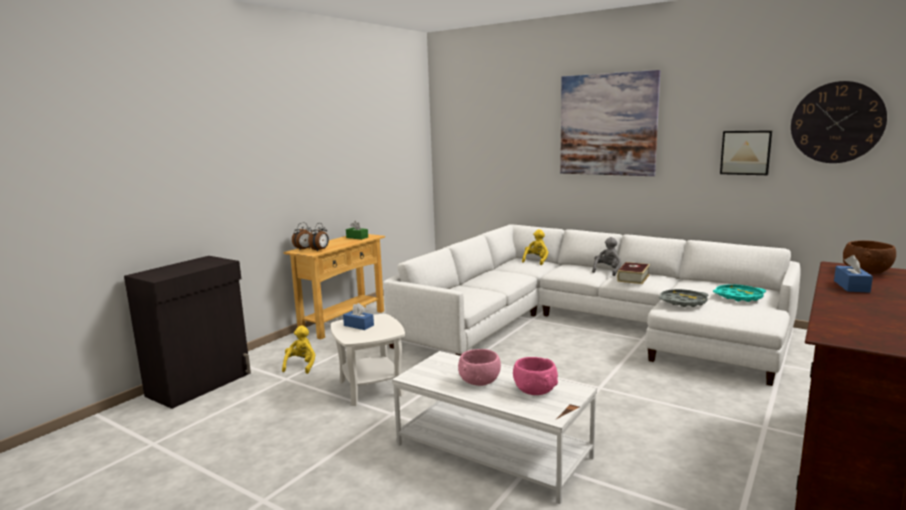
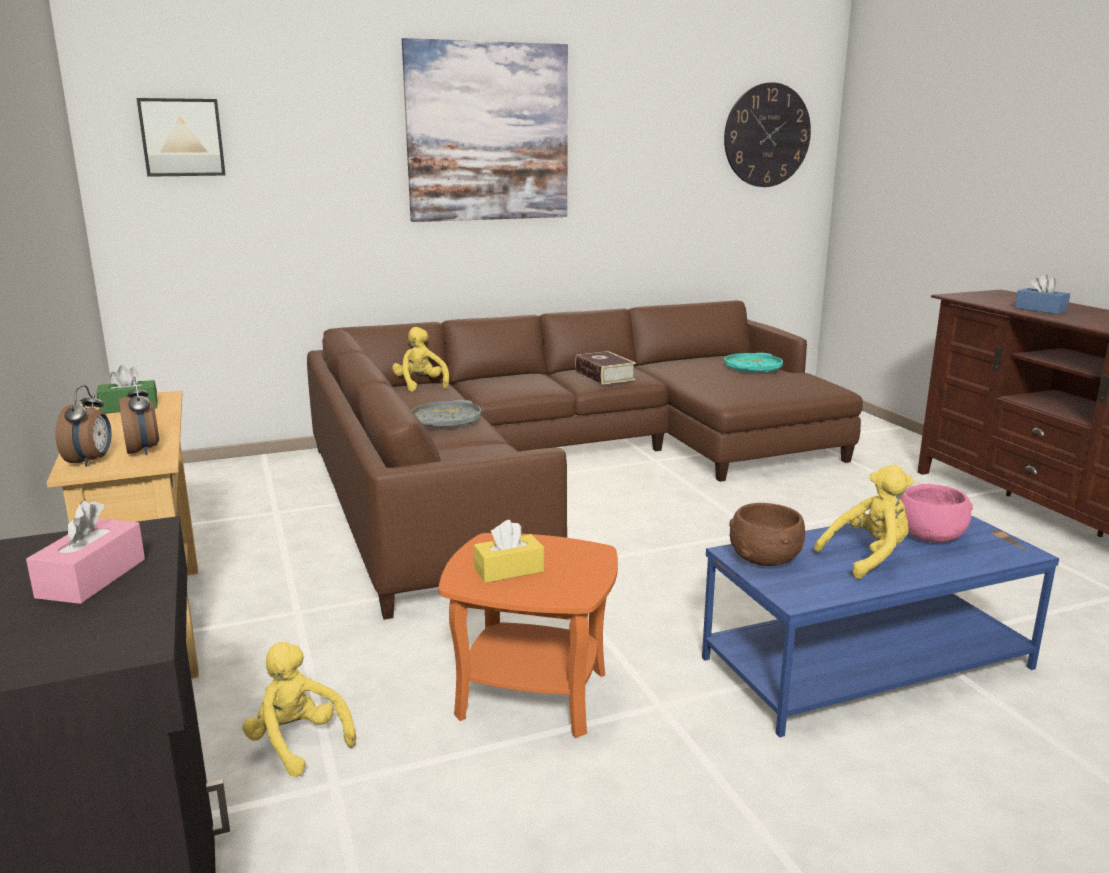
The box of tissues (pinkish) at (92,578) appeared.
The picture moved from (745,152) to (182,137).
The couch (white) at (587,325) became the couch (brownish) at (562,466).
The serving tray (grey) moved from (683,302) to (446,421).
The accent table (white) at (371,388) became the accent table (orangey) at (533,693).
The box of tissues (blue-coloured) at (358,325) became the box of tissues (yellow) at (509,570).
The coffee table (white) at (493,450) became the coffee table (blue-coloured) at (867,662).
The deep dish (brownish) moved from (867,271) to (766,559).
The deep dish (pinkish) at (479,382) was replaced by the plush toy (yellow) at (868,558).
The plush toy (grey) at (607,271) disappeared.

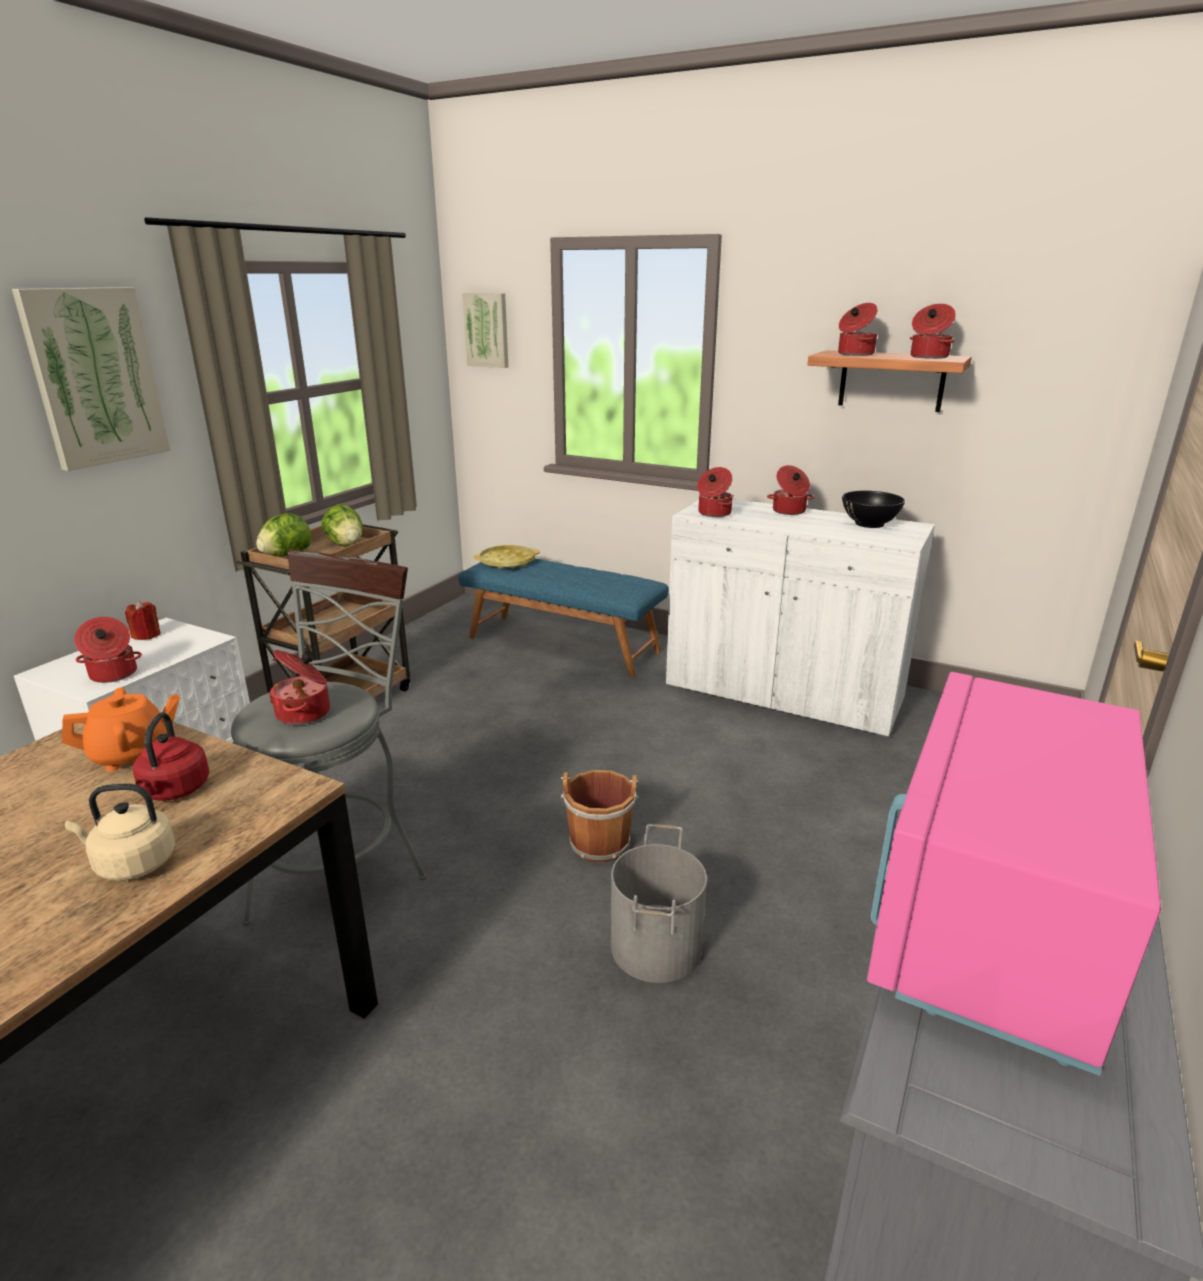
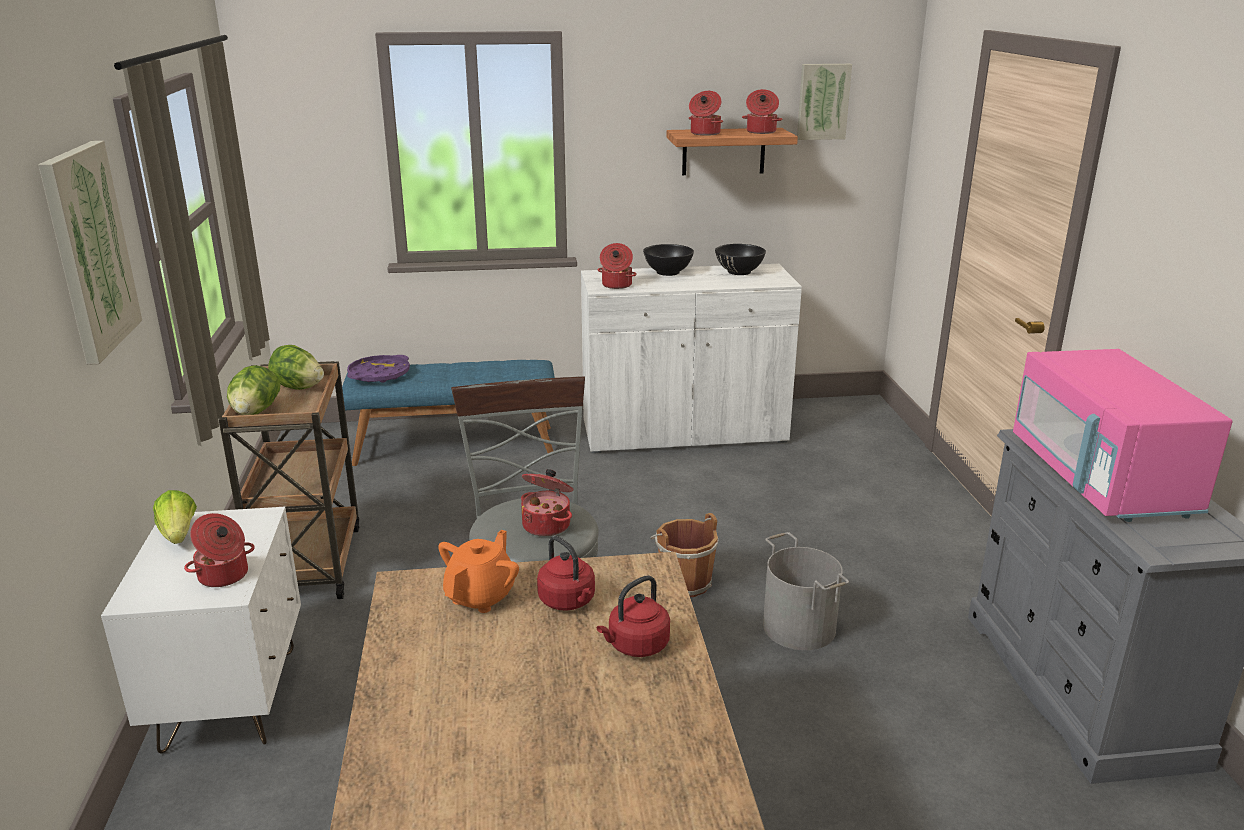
The wax light (red) at (146,635) was replaced by the lettuce head at (179,534).
The serving tray (yellow) at (507,562) became the serving tray (purplish) at (379,374).
The tea kettle (sand-coloured) at (132,864) became the tea kettle (red) at (636,646).
The cooking pot at (789,511) was replaced by the deep dish (black-coloured) at (668,272).
The picture moved from (487,330) to (822,101).

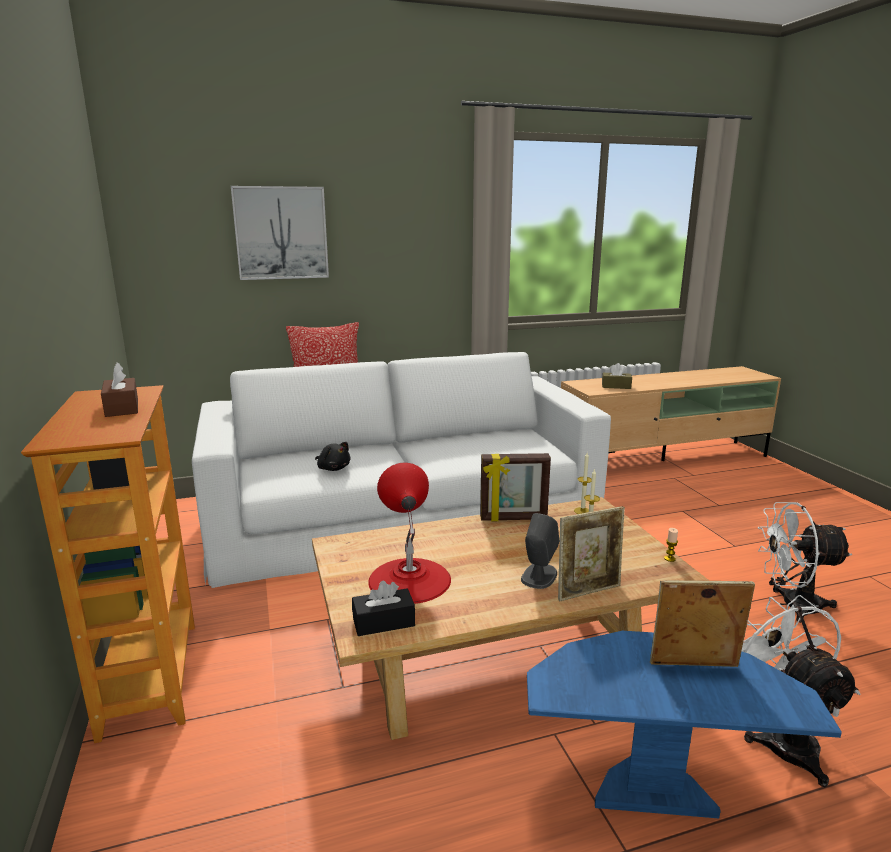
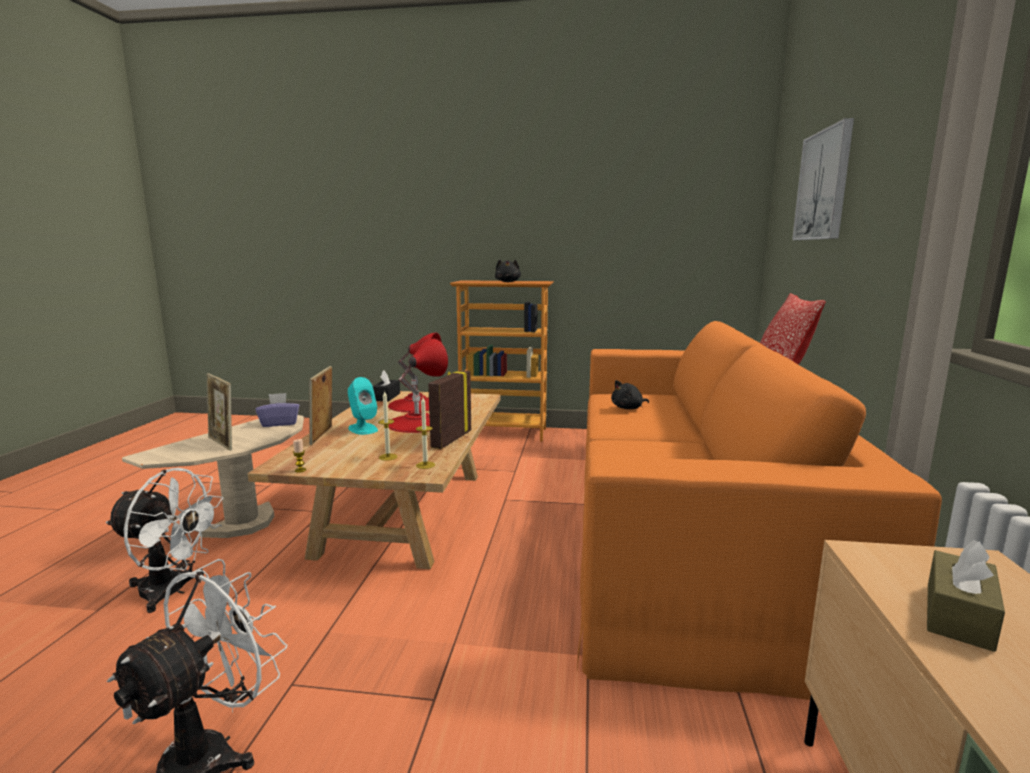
The accent table (blue-coloured) at (652,794) became the accent table (sand-coloured) at (244,524).
The standing frame at (693,667) turned 105 degrees clockwise.
The box of tissues (purplish) at (279,423) appeared.
The speaker (grey) at (539,576) became the speaker (turquoise-coloured) at (363,429).
The tabletop lamp (red) at (417,423) appeared.
The box of tissues (brownish) at (122,408) was replaced by the plush toy (black-coloured) at (508,282).
The couch (white) at (402,515) became the couch (orangey) at (683,524).

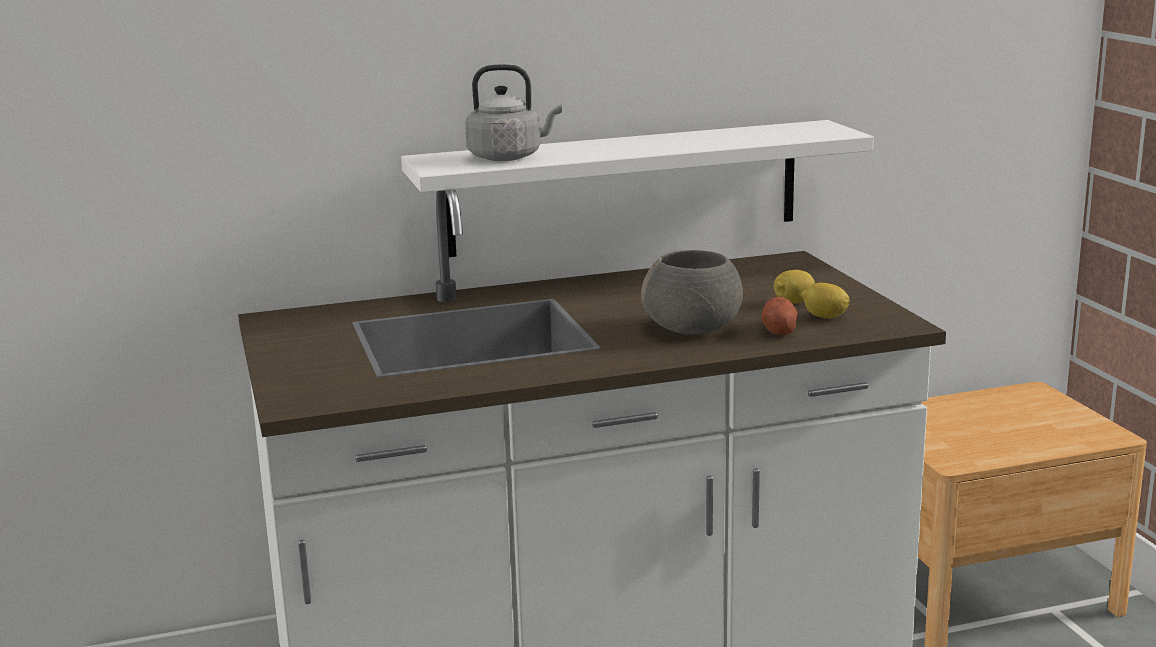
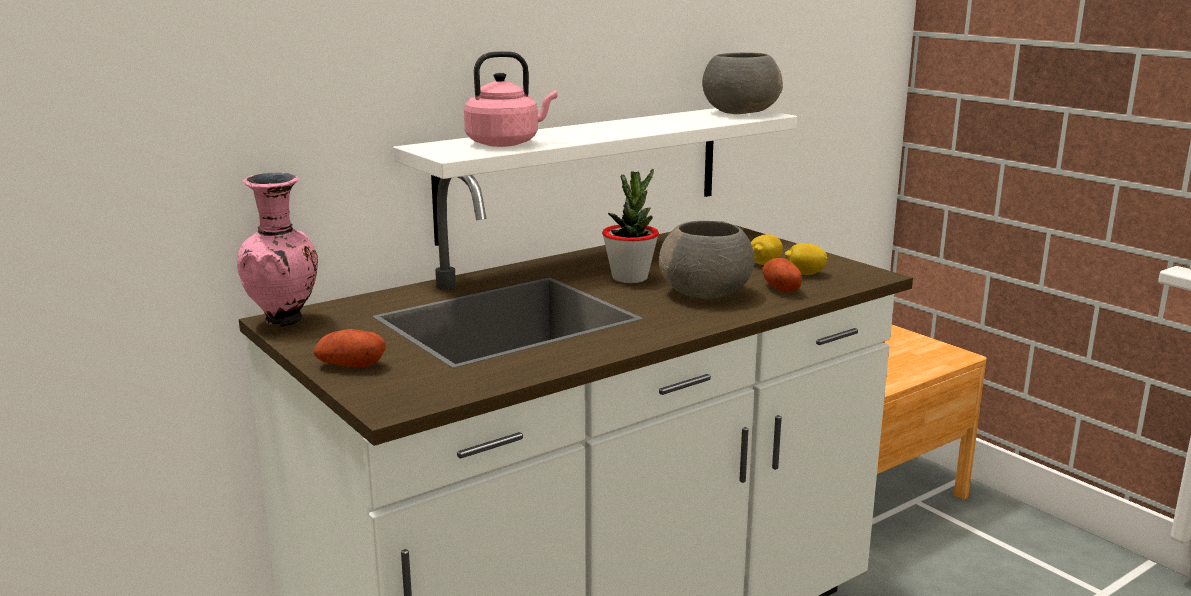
The decorative vase (pinkish) at (285,322) appeared.
The spud at (350,365) appeared.
The tea kettle (grey) at (509,157) became the tea kettle (pinkish) at (506,143).
The houseplant at (630,278) appeared.
The deep dish (grey) at (739,113) appeared.

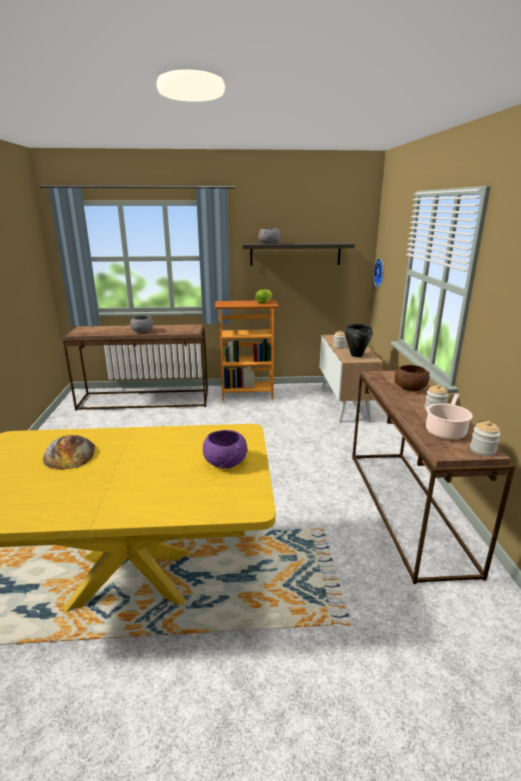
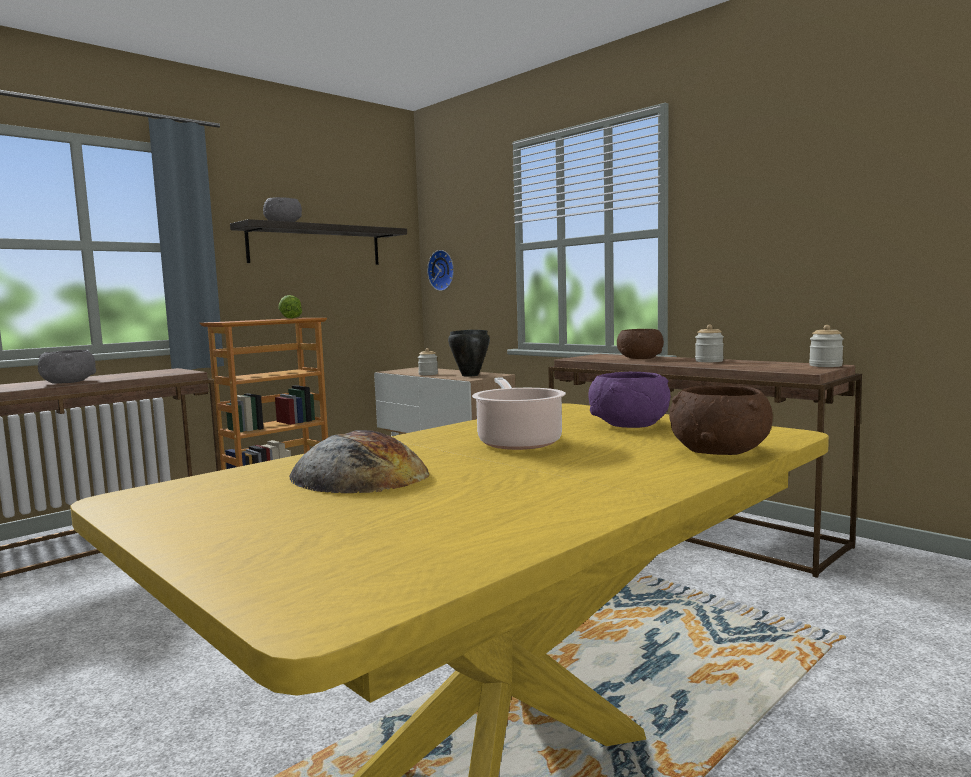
The cooking pot moved from (446,431) to (518,441).
The deep dish (brownish) at (719,450) appeared.

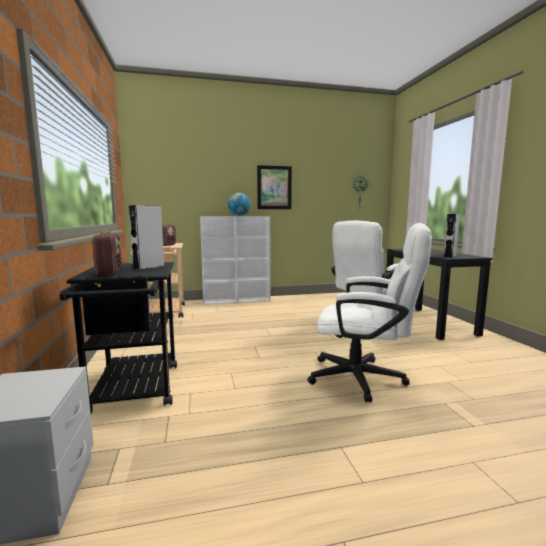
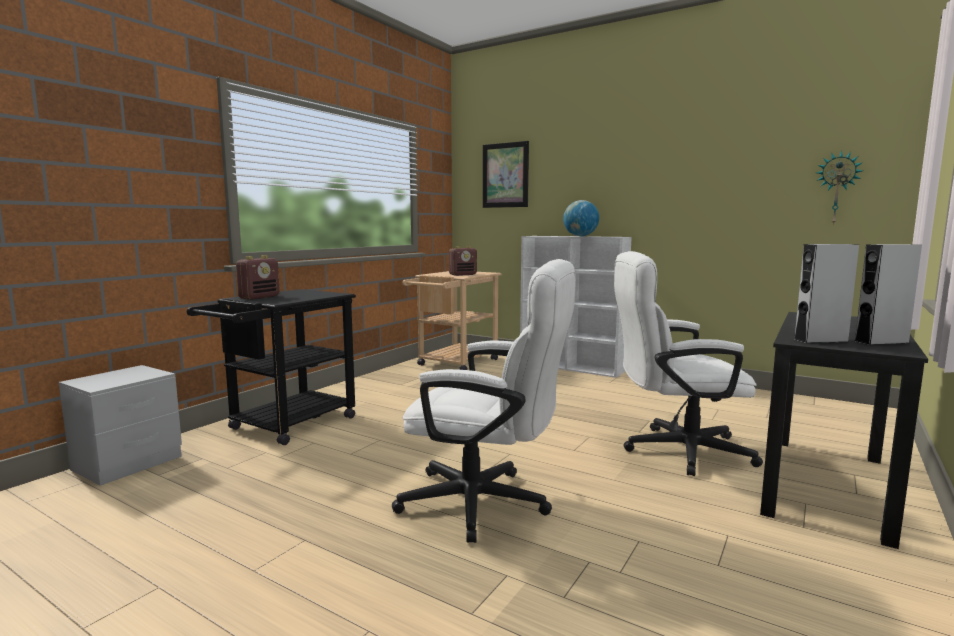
The computer chair (white) at (366,379) turned 45 degrees counterclockwise.
The picture moved from (274,187) to (505,175).
The speaker (grey) moved from (149,267) to (881,342).

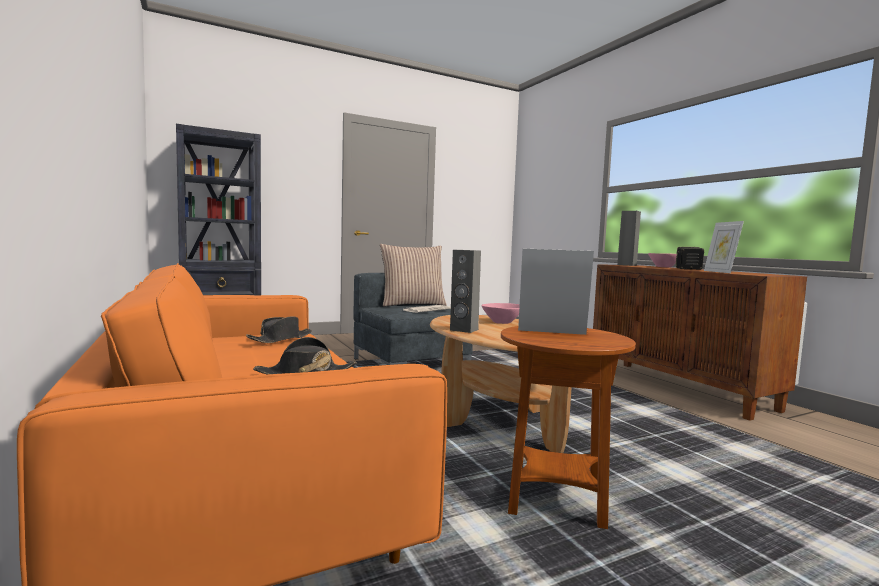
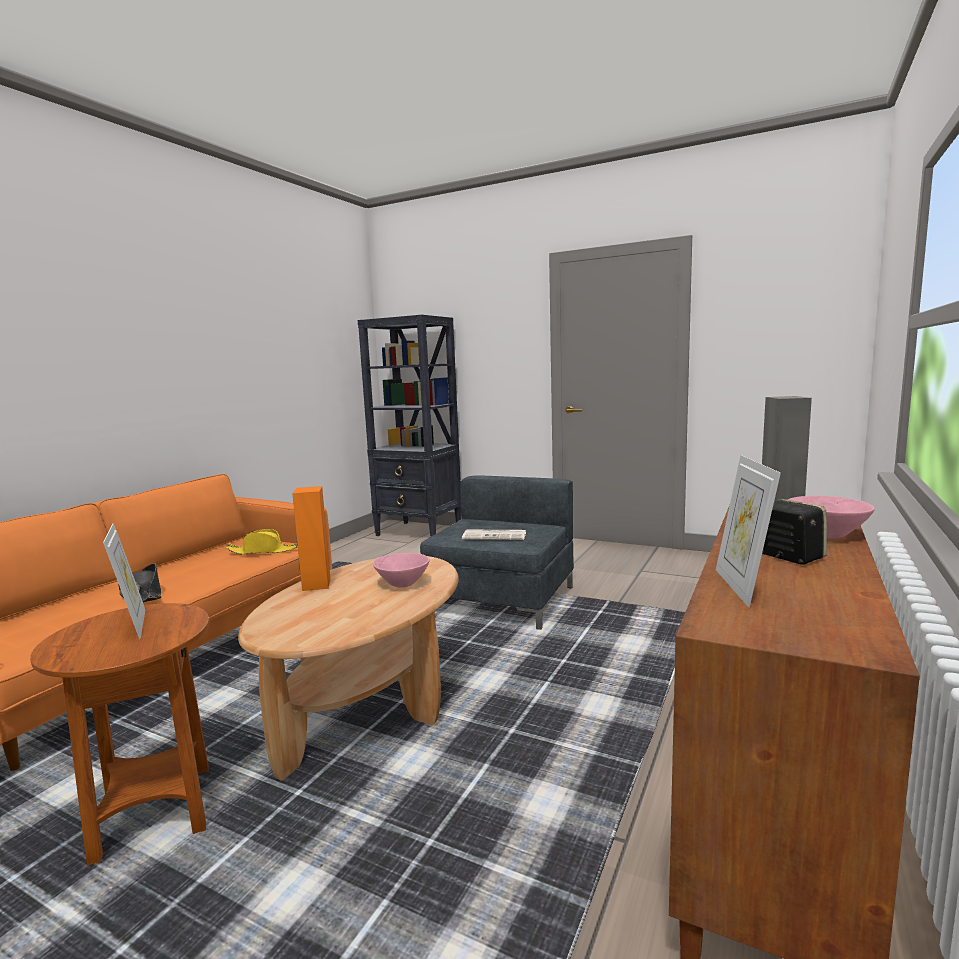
The wearable hat (black-coloured) at (281,339) became the wearable hat (yellow) at (263,551).
The speaker (grey) at (464,330) became the speaker (orangey) at (316,585).
The standing frame at (720,272) turned 45 degrees counterclockwise.
The throw pillow at (412,304) disappeared.

